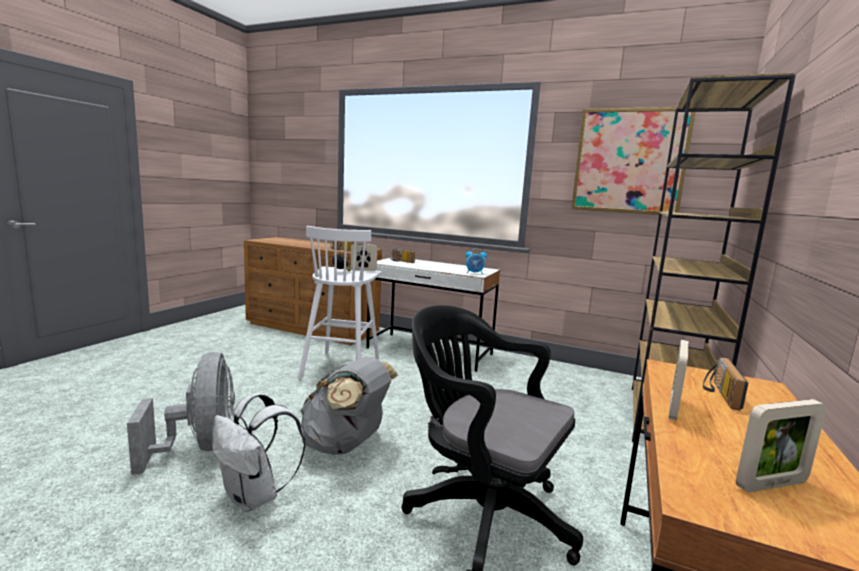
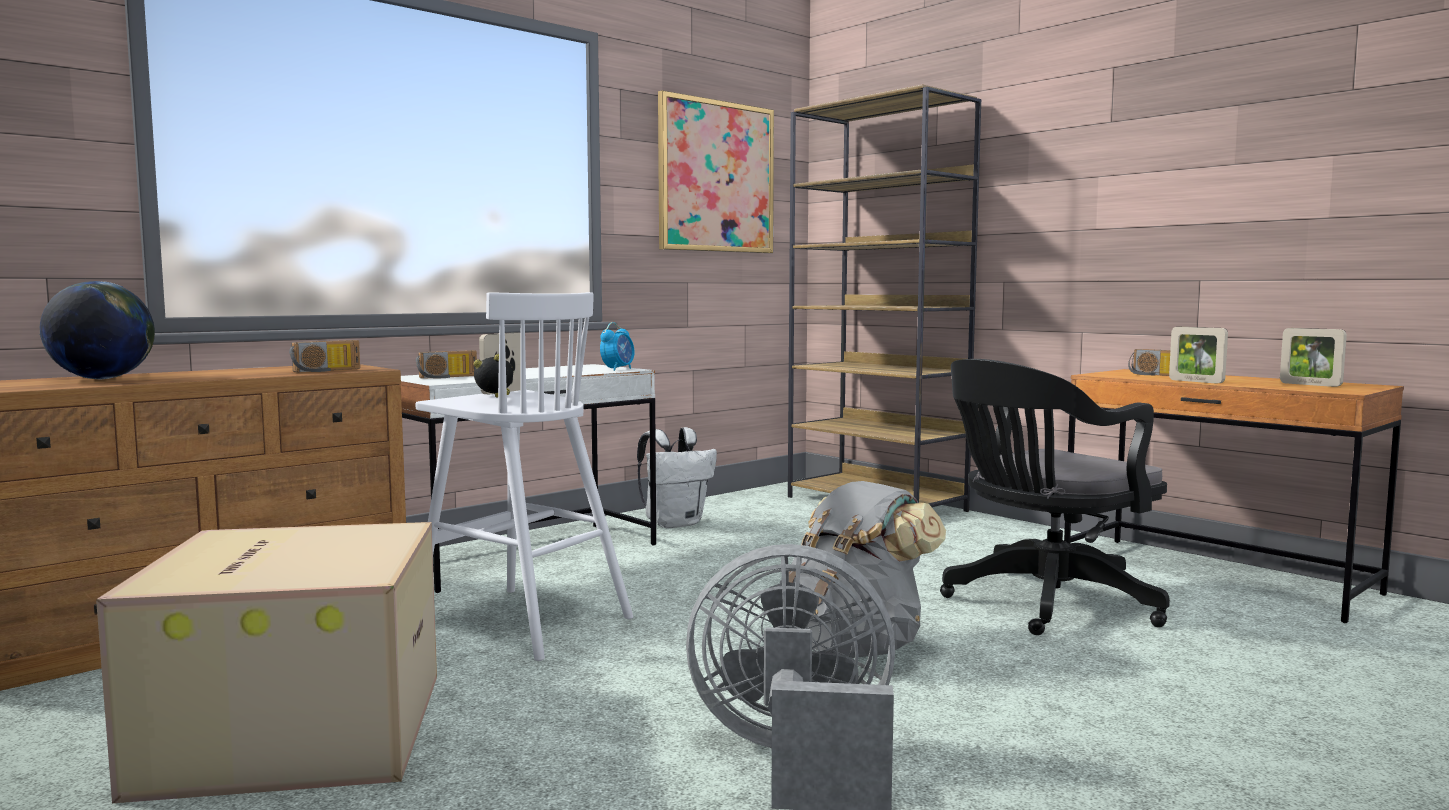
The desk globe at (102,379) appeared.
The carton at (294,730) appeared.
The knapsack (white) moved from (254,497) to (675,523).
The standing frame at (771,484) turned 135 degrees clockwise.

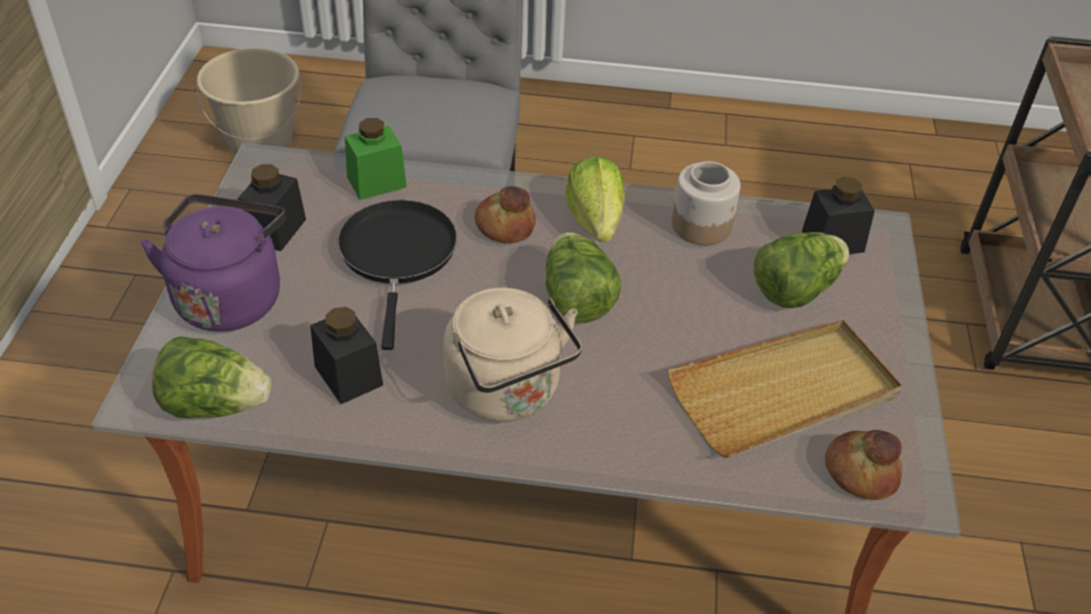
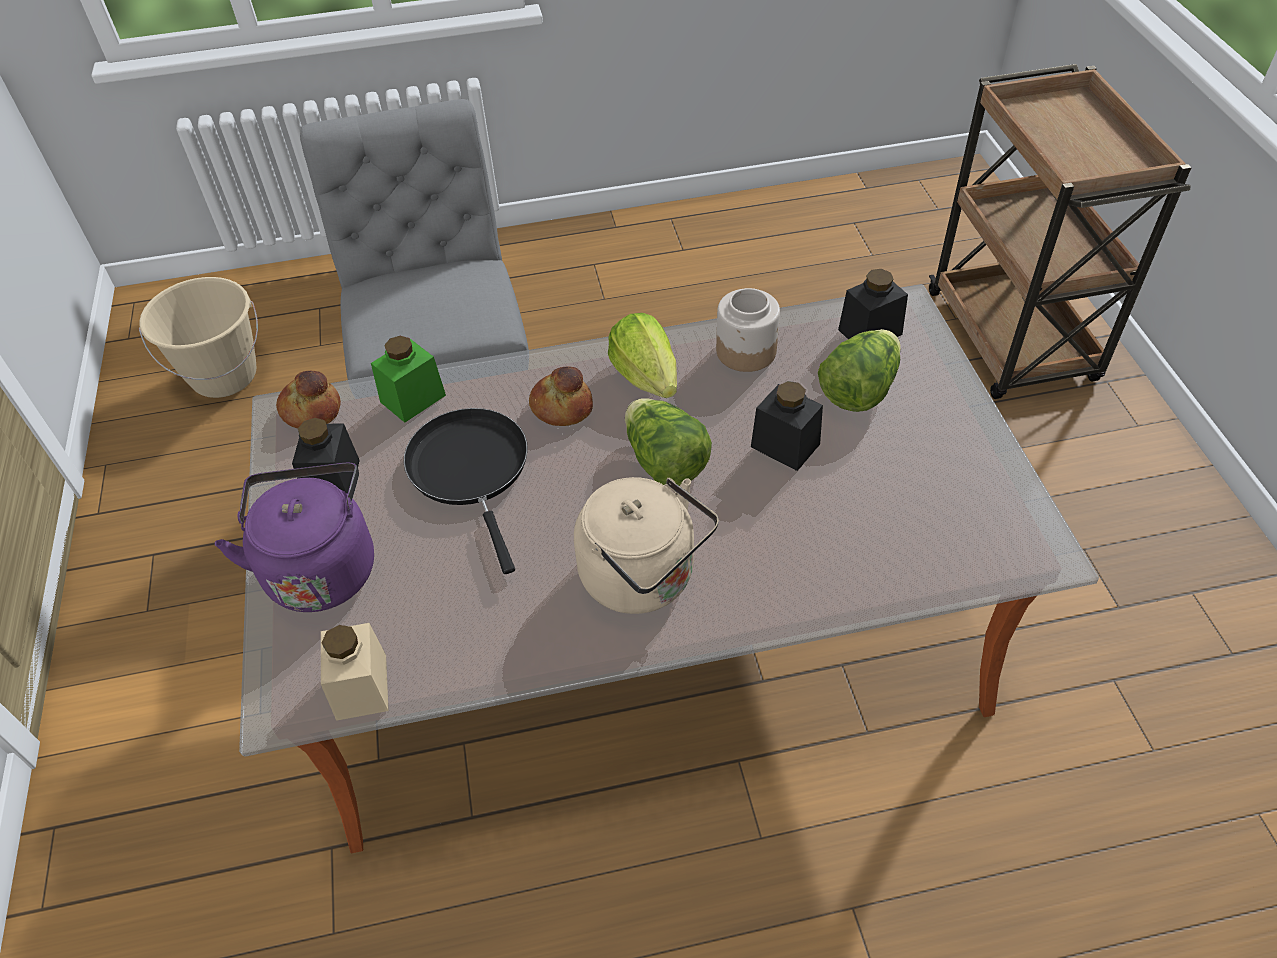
The bakery bread moved from (860,472) to (310,410).
The lettuce head at (216,405) was replaced by the preserve jar (sand-coloured) at (361,687).
The preserve jar (black-coloured) moved from (348,375) to (785,445).
The serving tray (sand-coloured) at (784,393) disappeared.

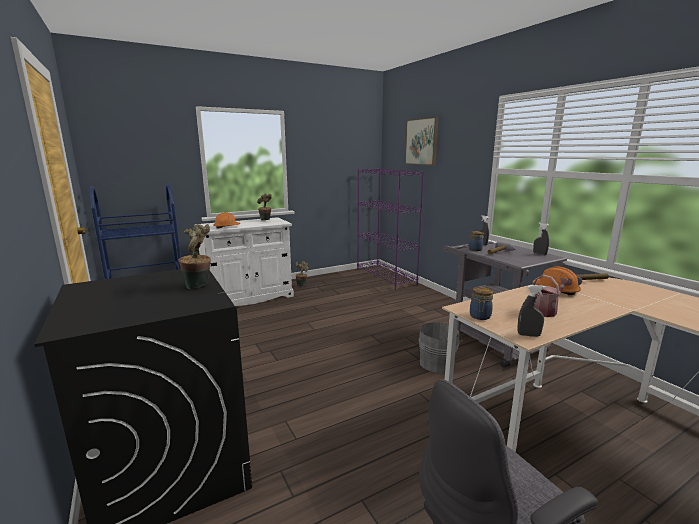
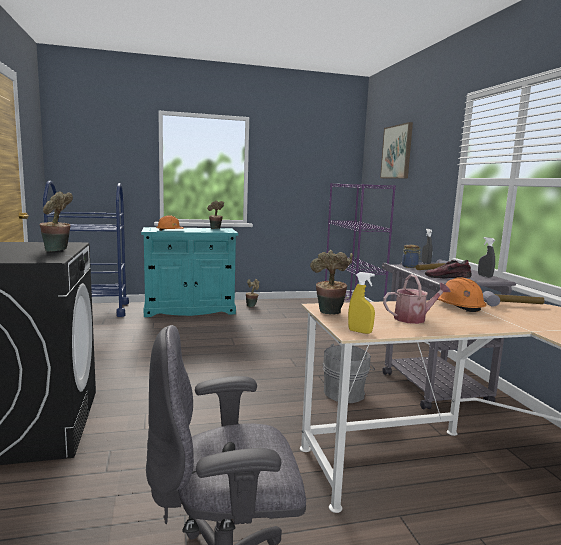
The cupboard (white) at (248,297) became the cupboard (turquoise-coloured) at (189,310).
The preserve jar at (480,316) was replaced by the houseplant at (329,314).
The spray bottle (grey) at (528,335) became the spray bottle (yellow) at (360,332).
The low shoe at (447,277) appeared.

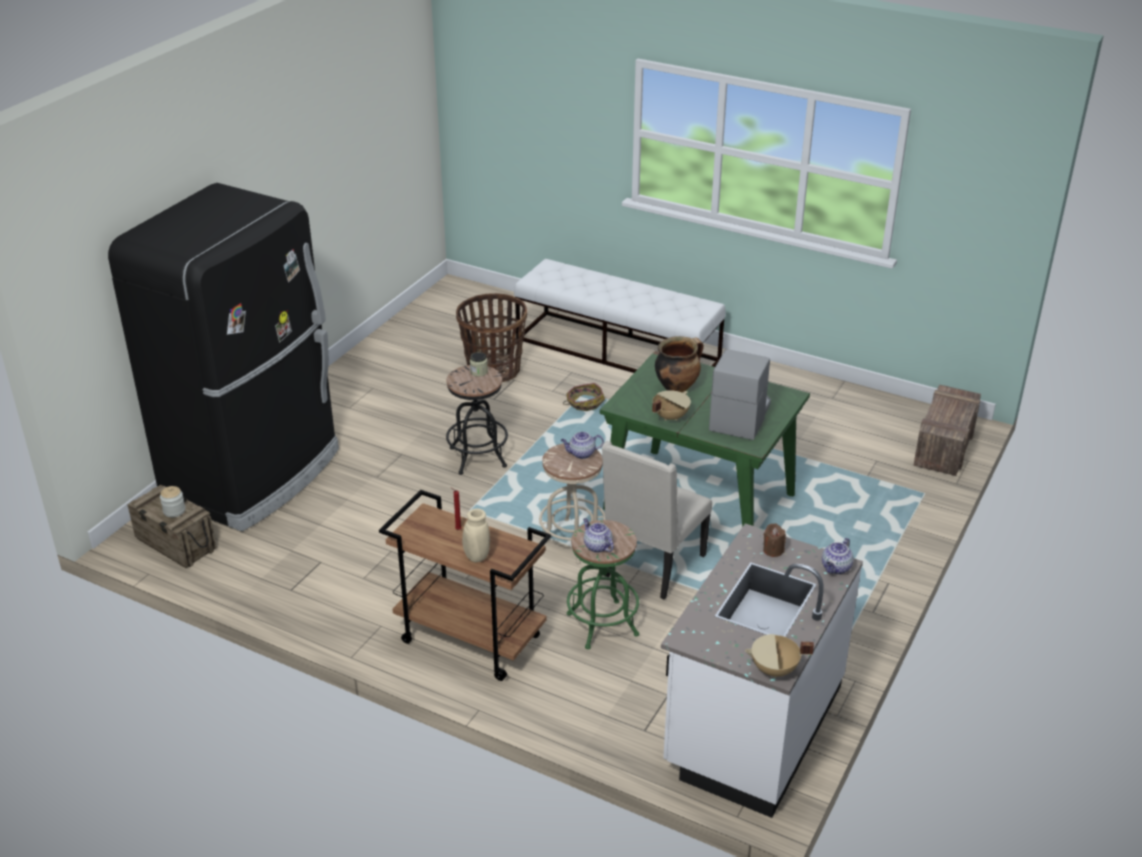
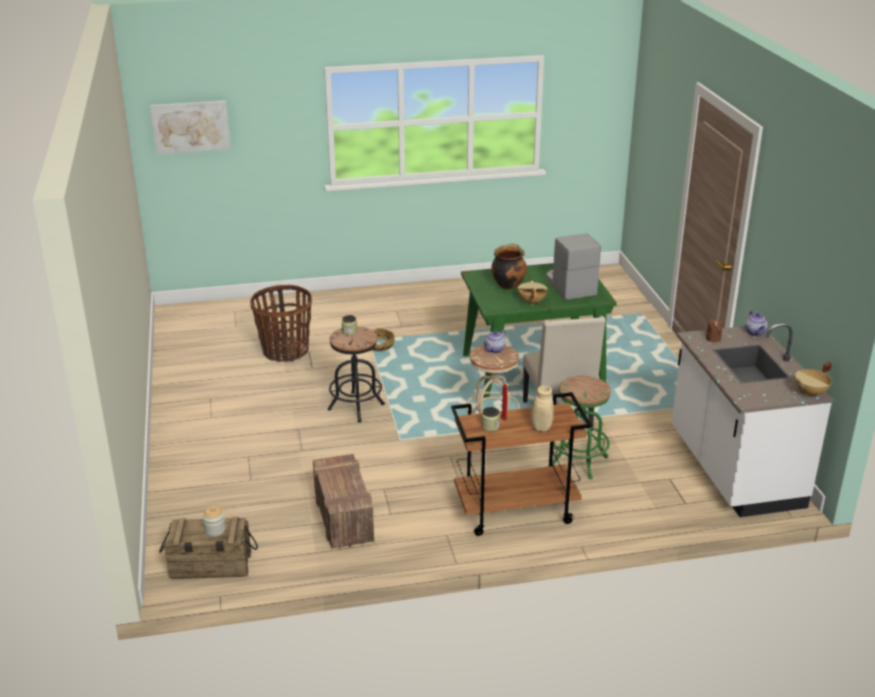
The picture at (190,126) appeared.
The packing crate moved from (944,448) to (344,518).
The preserve jar at (490,426) appeared.
The fridge (black-coloured) at (255,475) disappeared.
The bench (white) at (618,350) disappeared.
The pot for tea at (597,546) disappeared.

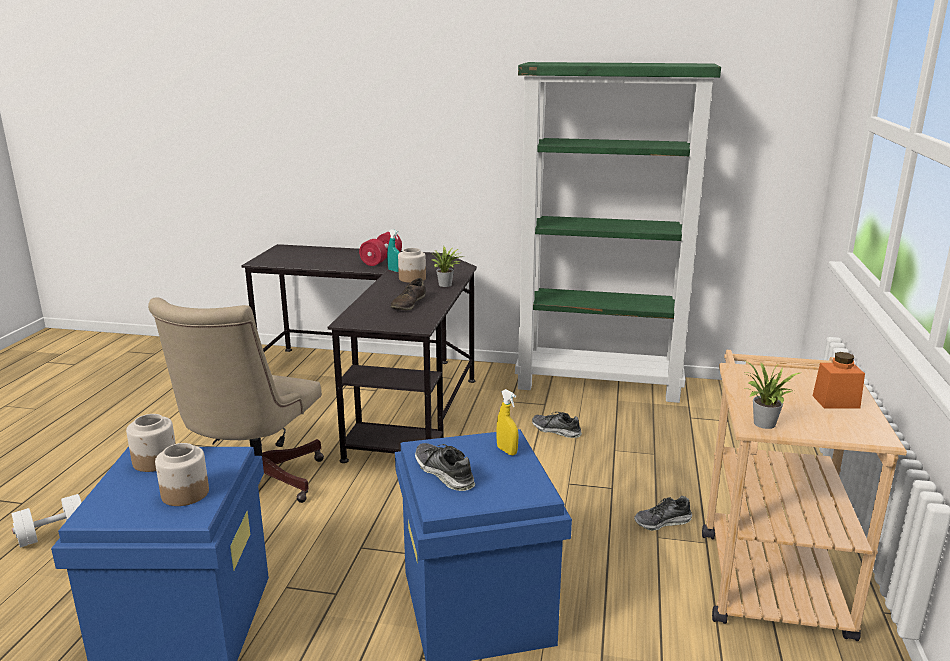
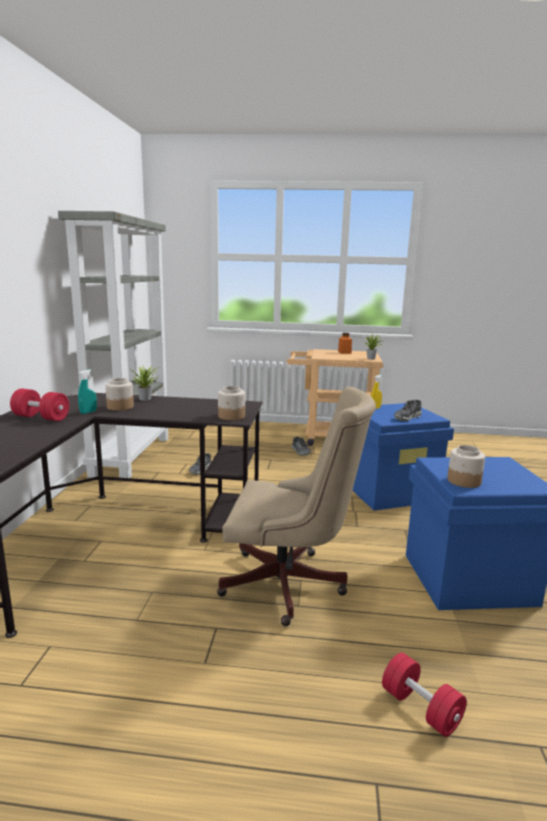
The bookcase (green) at (599,384) became the bookcase (grey) at (131,455).
The preserve jar moved from (184,494) to (231,416).
The free weight (white) at (53,534) became the free weight (red) at (420,708).
The low shoe (brownish) at (408,304) disappeared.

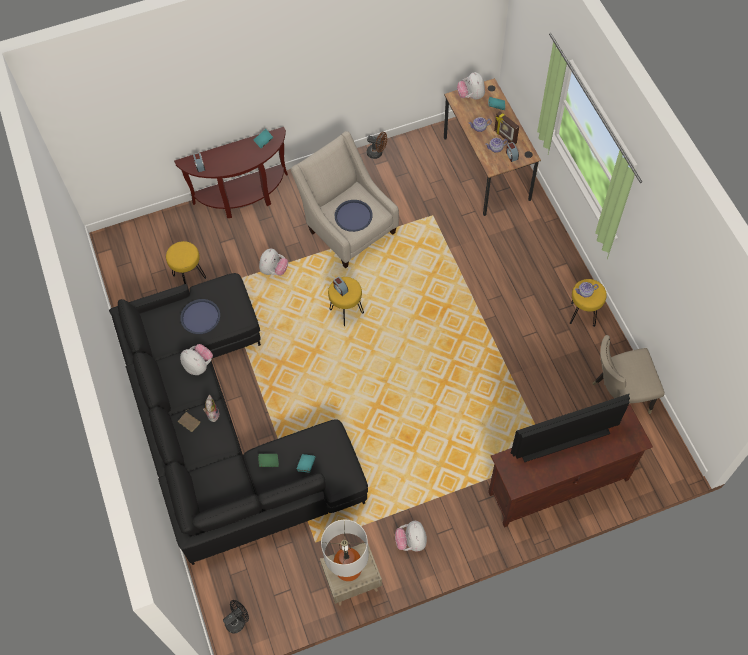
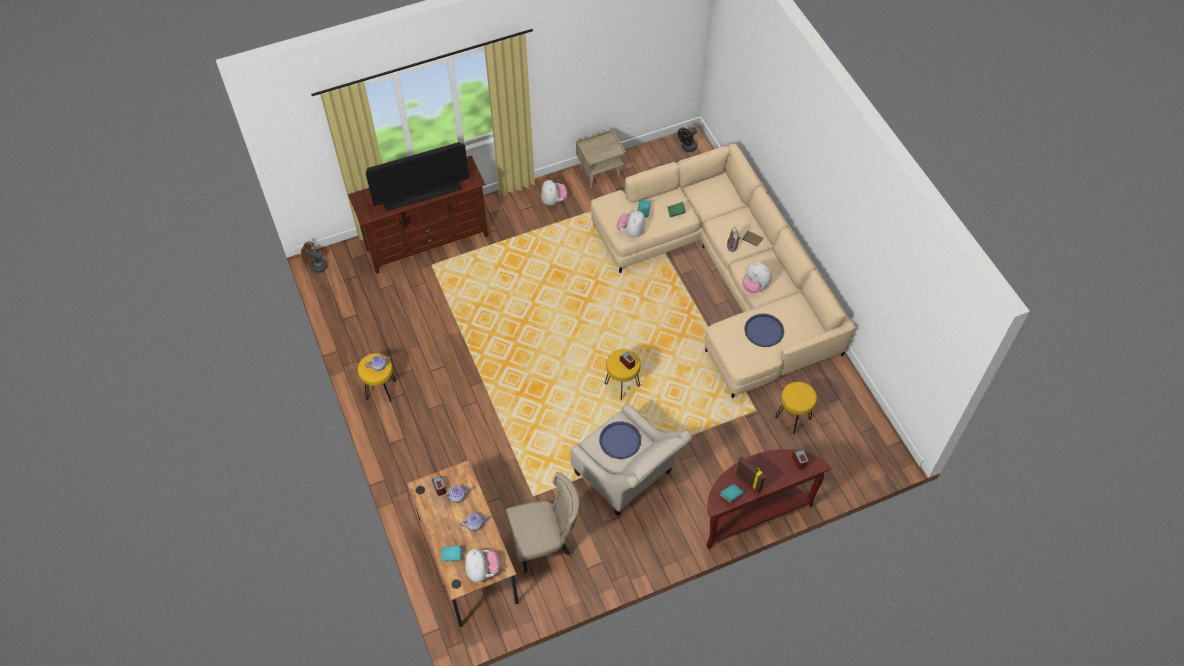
The electric fan (brownish) moved from (377,153) to (316,266).
The plain chair (sand-coloured) moved from (618,395) to (545,545).
The couch (black-coloured) at (223,429) became the couch (sand-coloured) at (726,277).
The plush toy moved from (274,270) to (631,231).
The standing frame moved from (505,137) to (748,481).
The tabletop lamp at (348,568) disappeared.

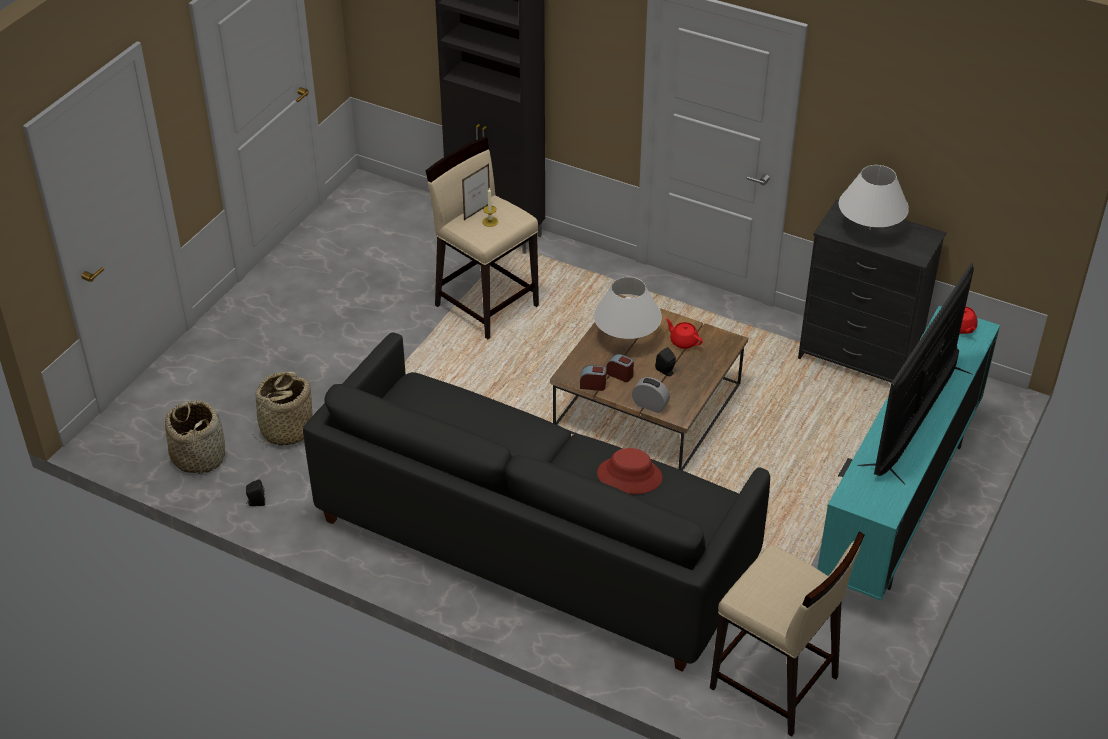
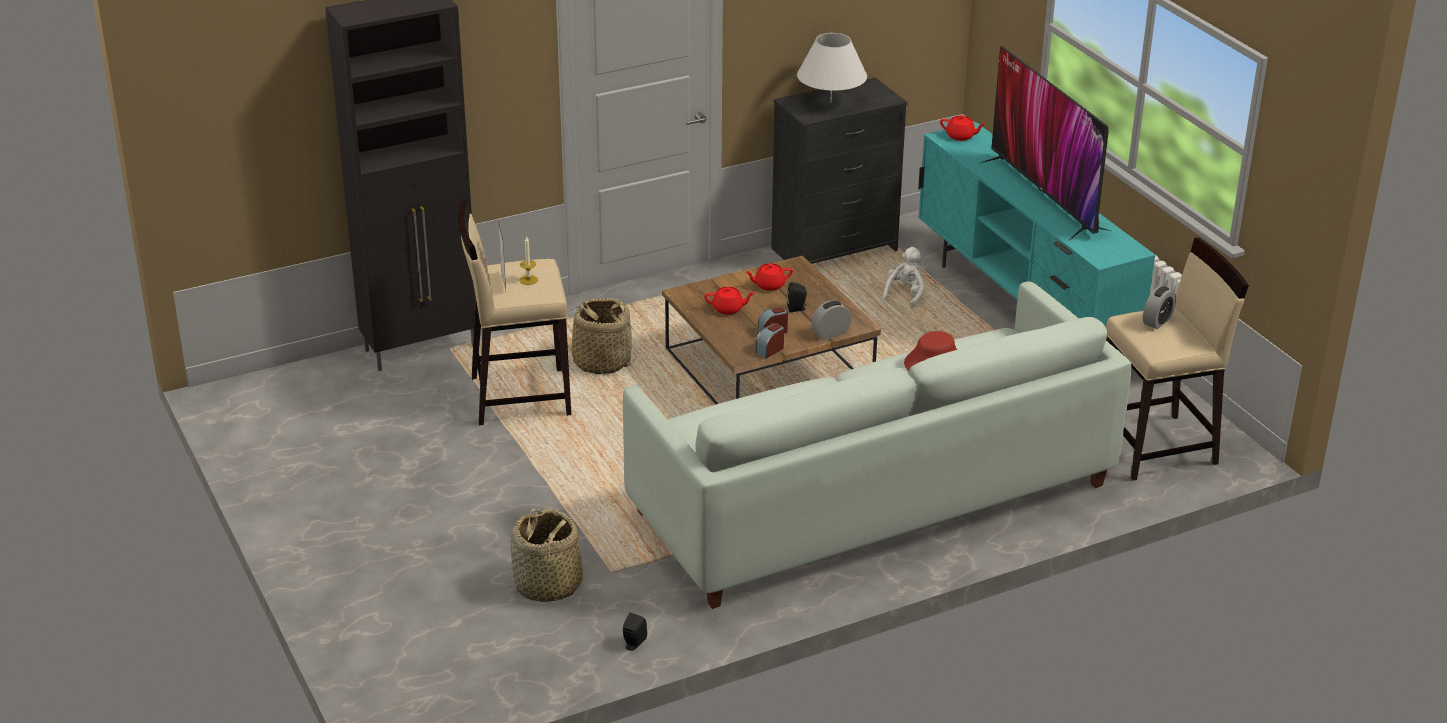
The household basket moved from (199,456) to (601,361).
The couch (black-coloured) at (534,542) became the couch (white) at (873,499).
The tabletop lamp (white) at (627,337) was replaced by the pot for tea (red) at (728,309).
The plush toy (white) at (905,294) appeared.
The bedside clock at (1157,321) appeared.

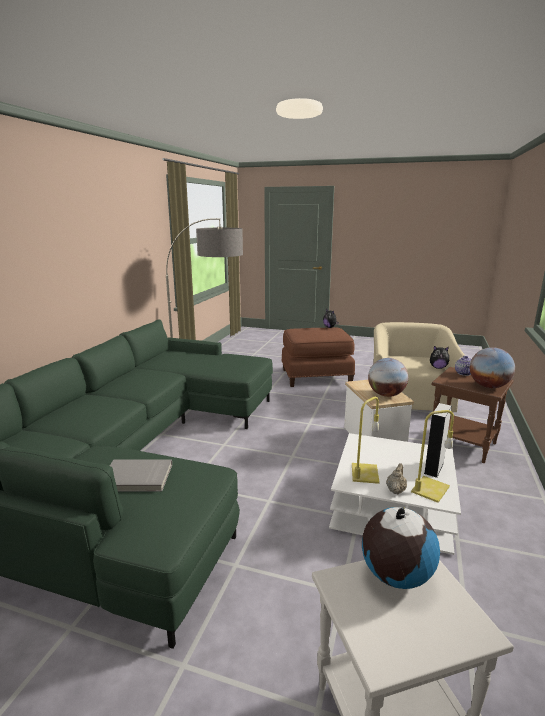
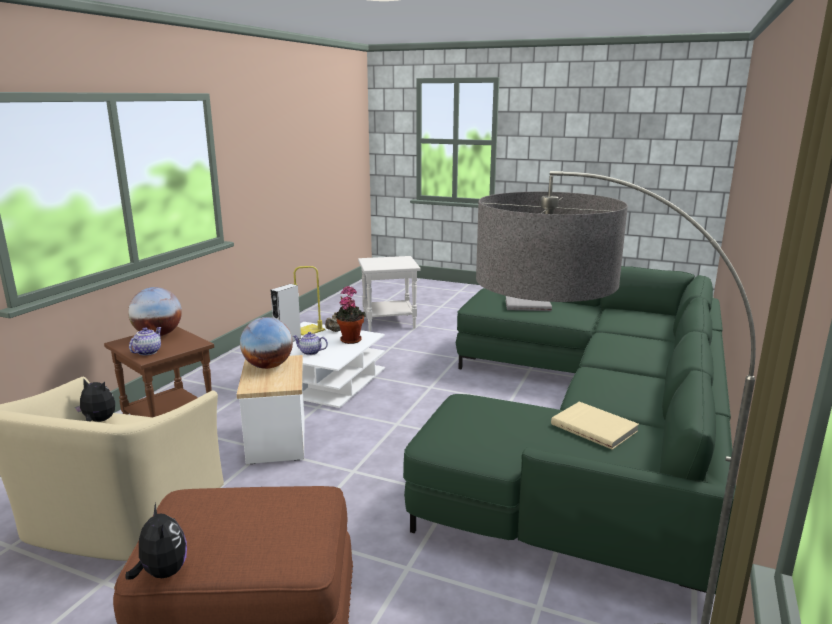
The pot for tea at (310,352) appeared.
The tabletop lamp (yellow) at (365,474) was replaced by the houseplant at (350,339).
The bound book (sand-coloured) at (594,427) appeared.
The desk globe at (395,575) disappeared.

